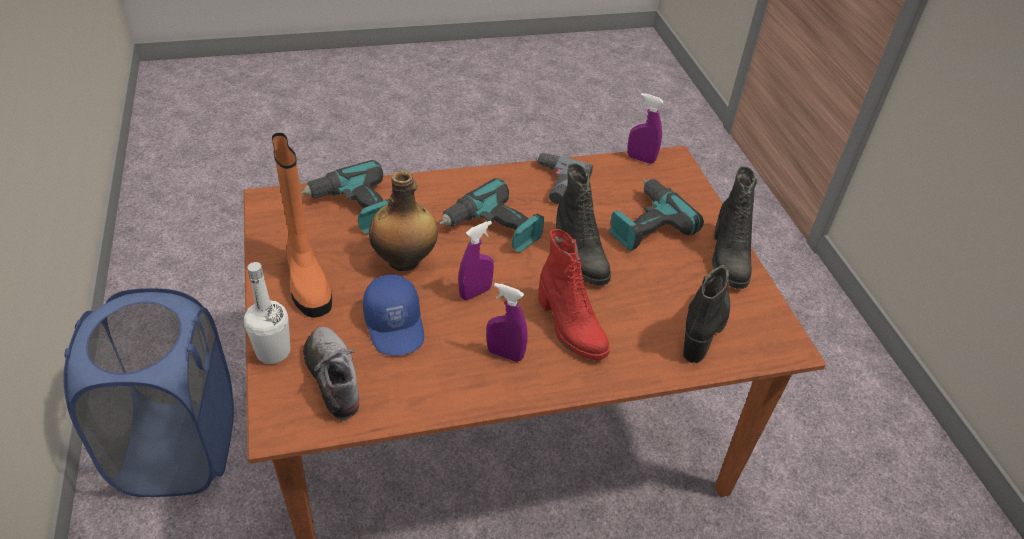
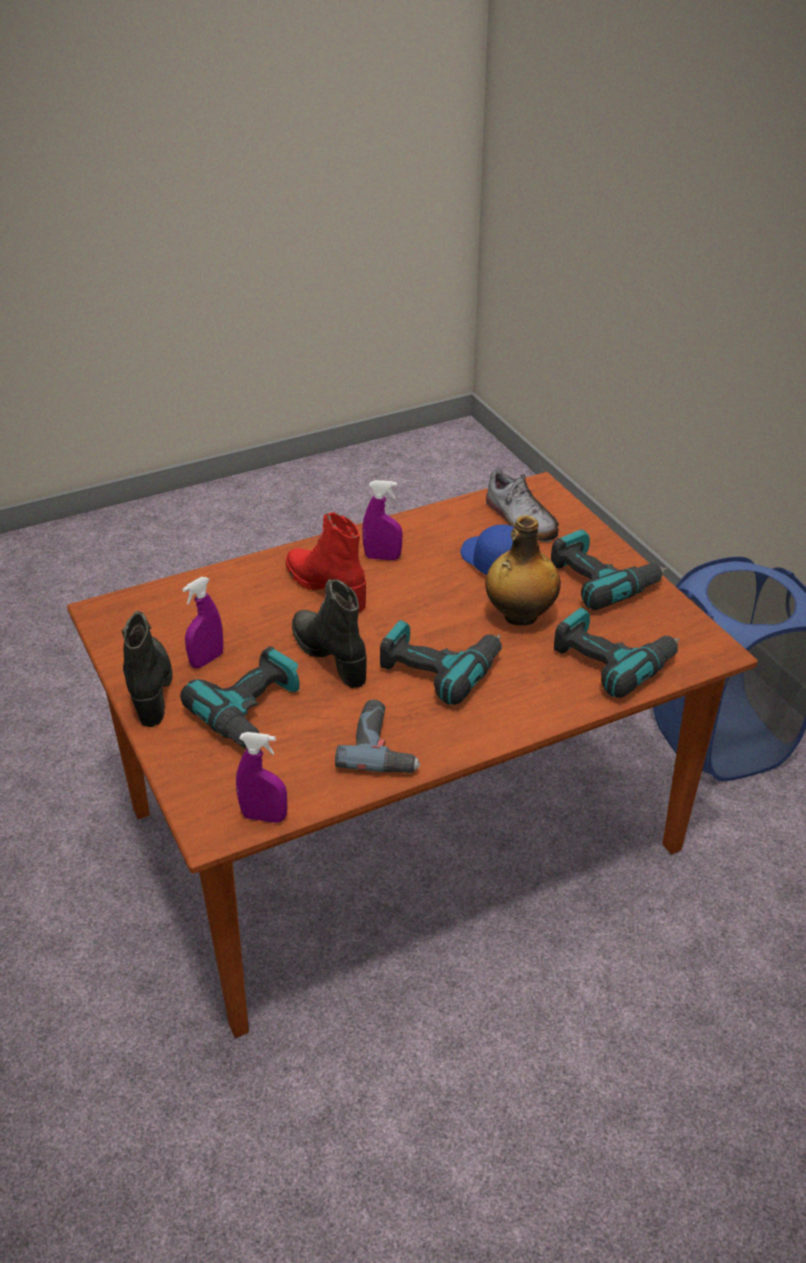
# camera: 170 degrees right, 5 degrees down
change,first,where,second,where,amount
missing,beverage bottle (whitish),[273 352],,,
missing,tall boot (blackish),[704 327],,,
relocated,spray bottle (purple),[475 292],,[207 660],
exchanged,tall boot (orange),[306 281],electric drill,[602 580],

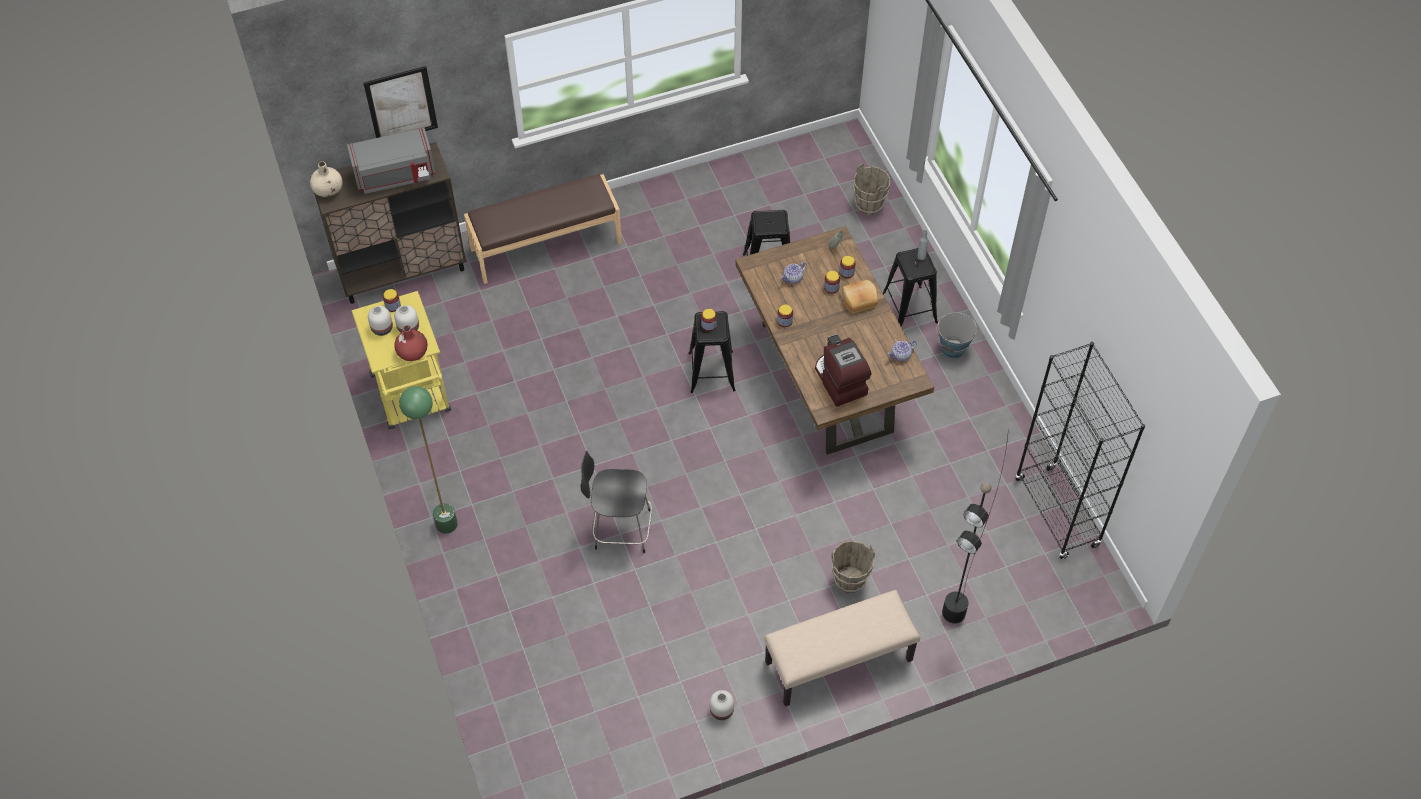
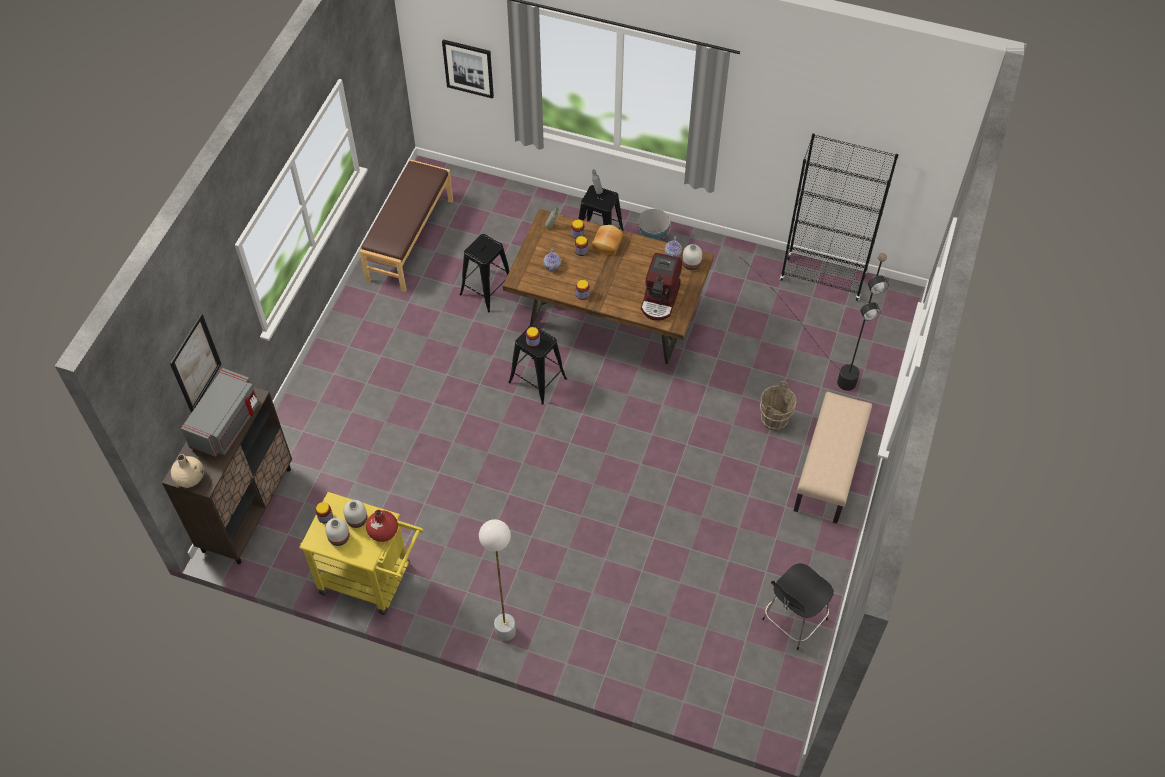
# camera: 50 degrees left, 0 degrees up
change,first,where,second,where,amount
missing,bucket (brown),[869 205],,,
appeared,,,wall picture,[468 68],
relocated,long seat (brown),[545 245],,[409 240],
relocated,chair (blackish),[620 529],,[793 621],
relocated,flower vase (whitish),[722 710],,[691 264],
colour,standing lamp (green-coloured),[446 524],standing lamp (whitish),[505 631],
spun,coffee brewer,[839 381],,[660 299],90 degrees counterclockwise

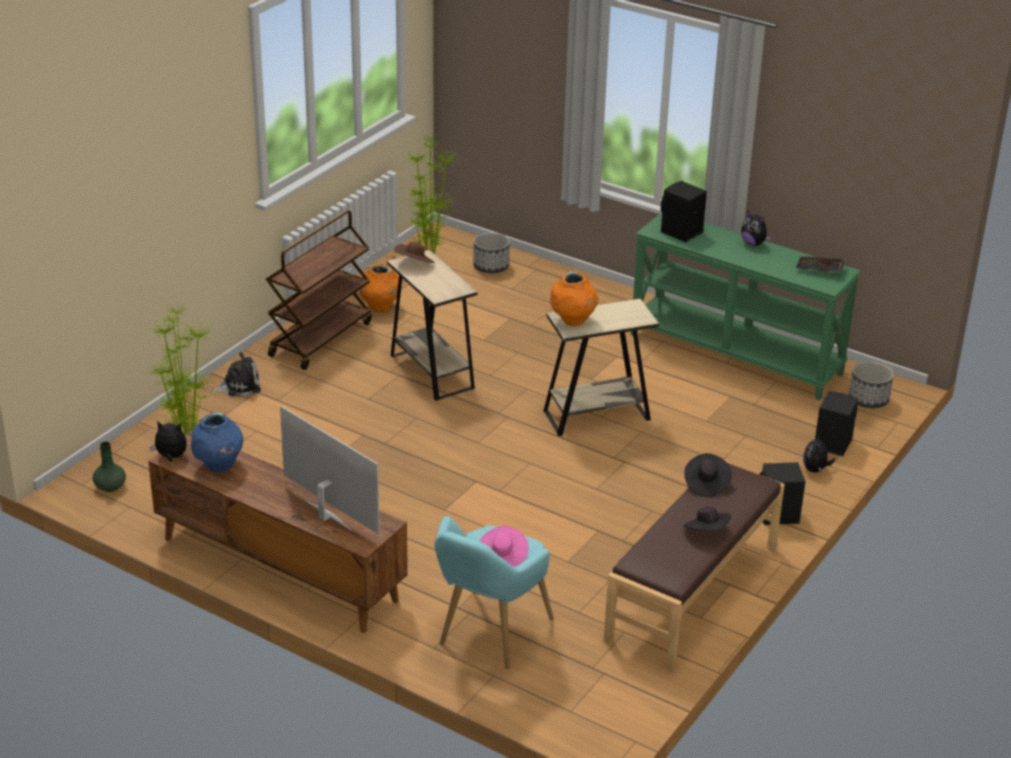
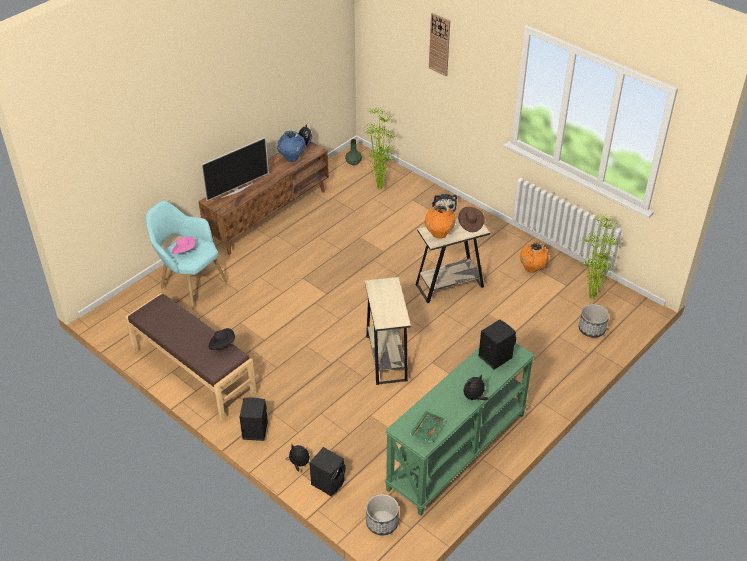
# camera: 100 degrees right, 10 degrees up
change,first,where,second,where,amount
missing,cart (brown),[320 338],,,
missing,clothing hat (blackish),[706 531],,,
appeared,,,hanging clock,[439 44],
relocated,flower vase (orange),[573 321],,[439 234],
colour,serving tray (blackish),[819 270],serving tray (green-coloured),[426 429],

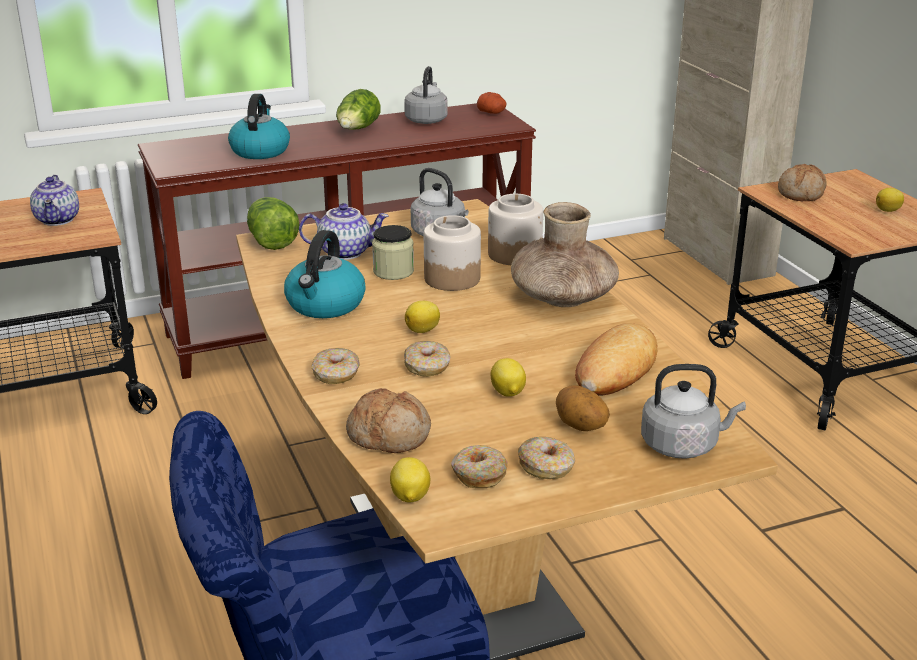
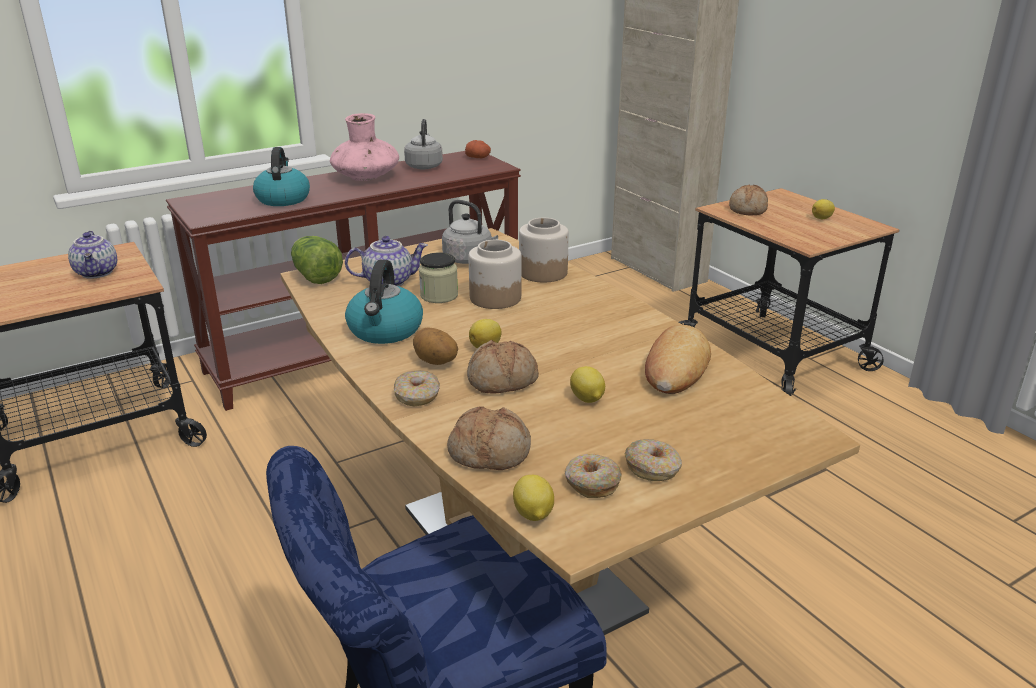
# camera: 10 degrees left, 0 degrees up
change,first,where,second,where,amount
missing,flower vase (brown),[563 298],,,
missing,tea kettle (gray),[683 445],,,
relocated,potato,[580 427],,[435 363],
exchanged,lettuce head,[357 130],flower vase (pink),[366 177],
exchanged,donut,[427 366],bread,[502 381],

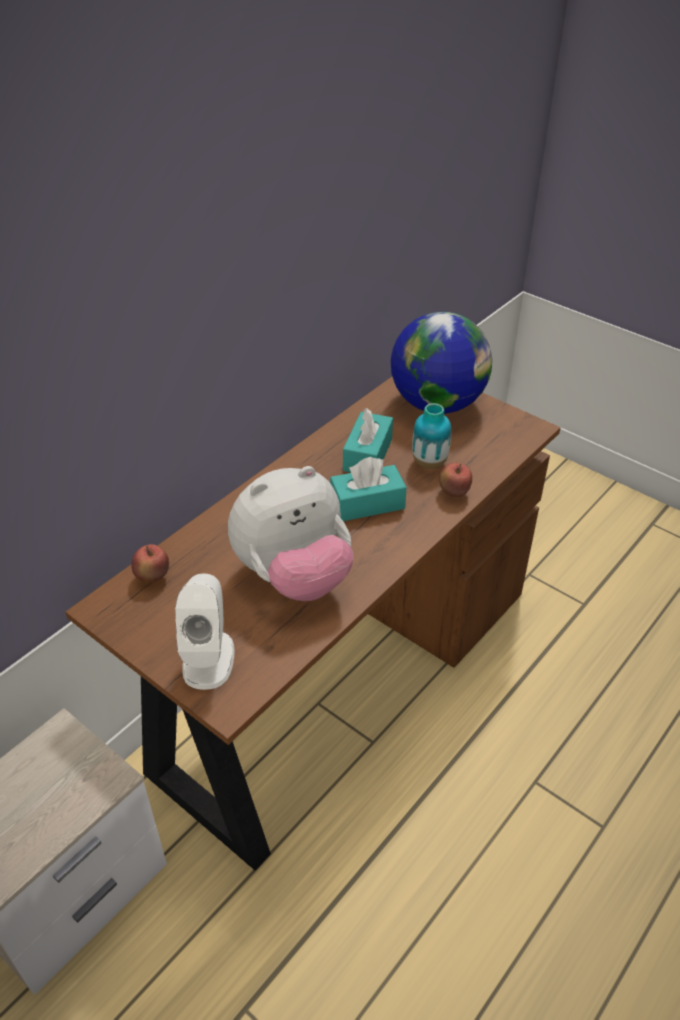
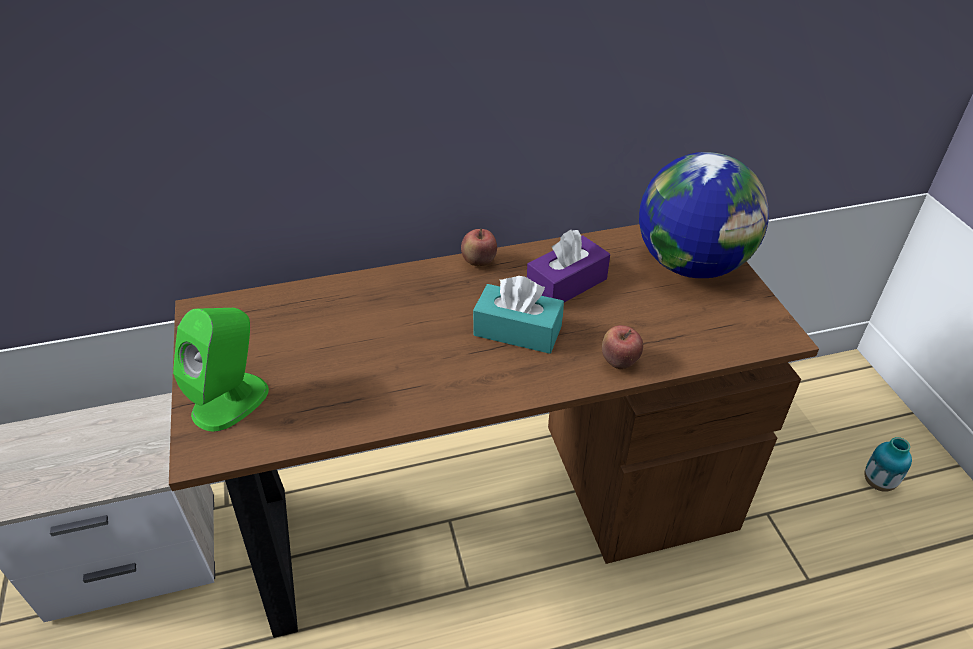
# camera: 35 degrees right, 0 degrees up
change,first,where,second,where,amount
missing,soft toy,[294 576],,,
relocated,apple,[153 577],,[479 263],
relocated,flower vase,[429 463],,[878 482],
colour,speaker (whitish),[208 658],speaker (green-coloured),[231 401],
colour,box of tissues (turquoise),[367 454],box of tissues (purple),[566 284],

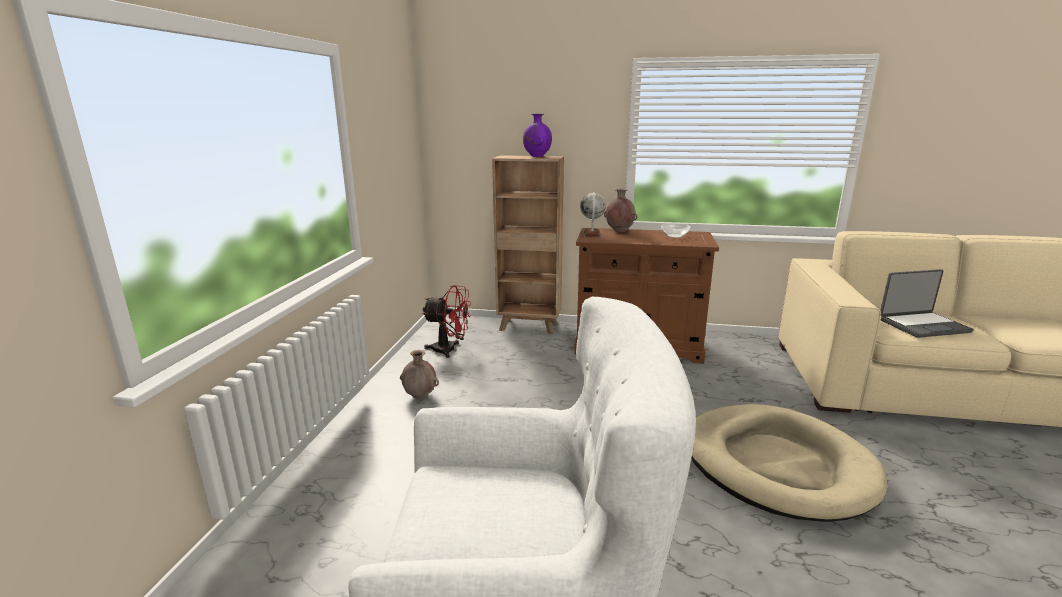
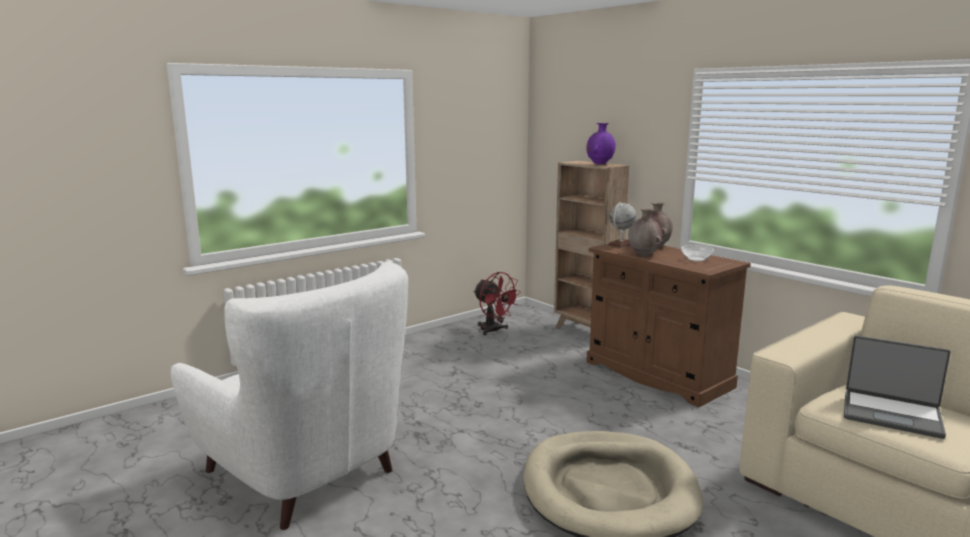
# camera: 40 degrees right, 5 degrees down
change,first,where,second,where,amount
relocated,flower vase (brown),[420 396],,[644 254],

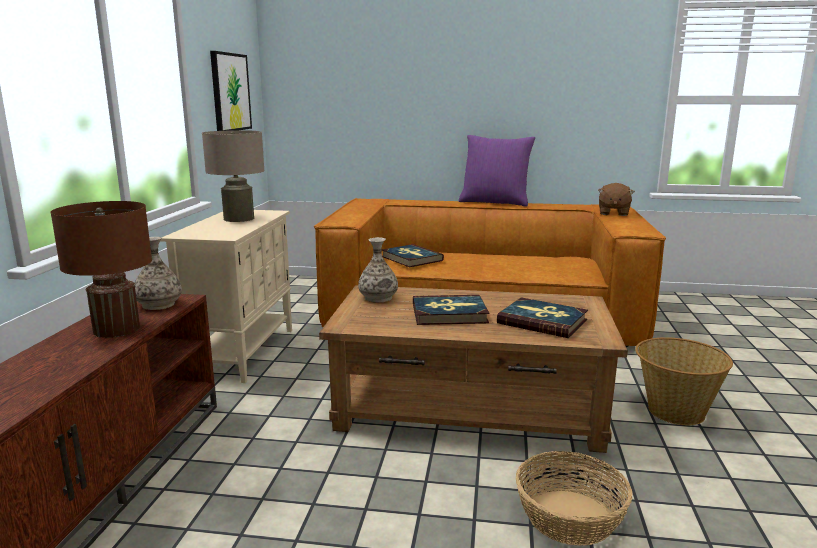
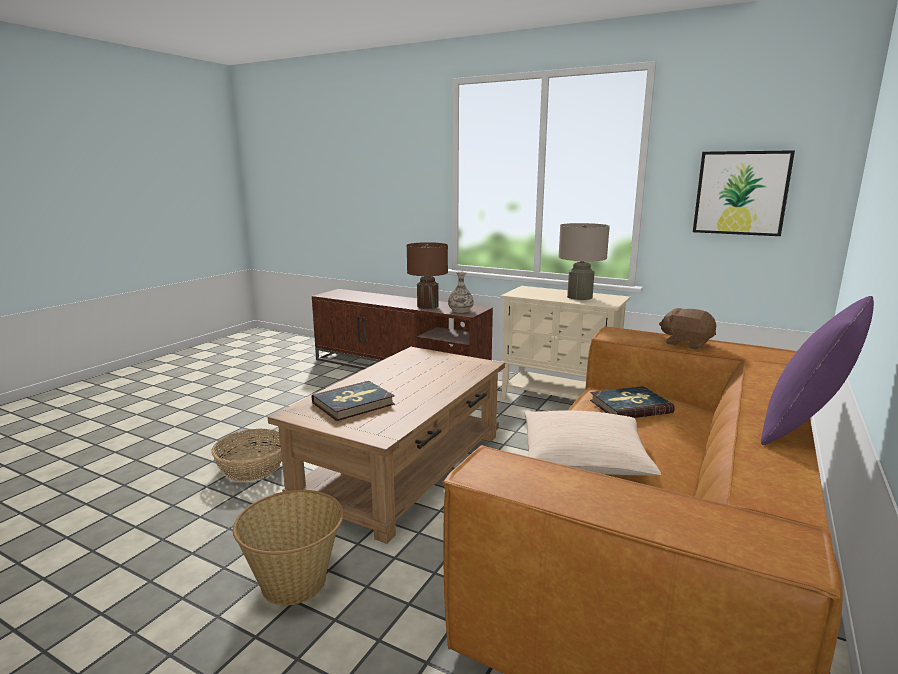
# camera: 110 degrees right, 0 degrees up
change,first,where,second,where,amount
missing,flower vase,[378 298],,,
missing,volume,[449 313],,,
appeared,,,throw pillow (beige-coloured),[584 459],
relocated,soft toy (brown),[613 213],,[686 344],

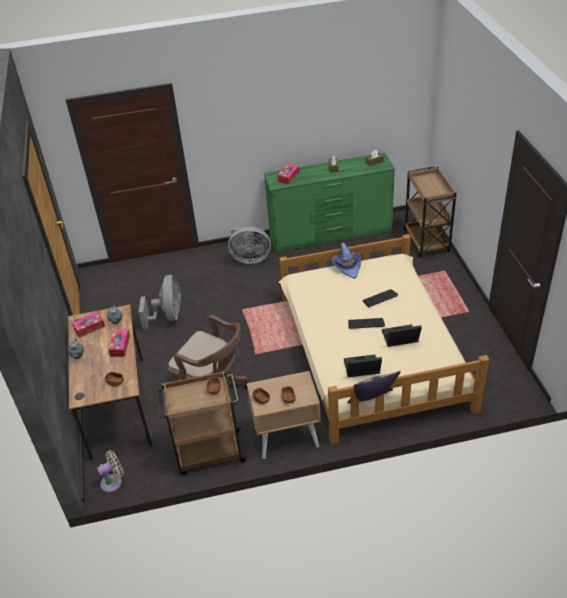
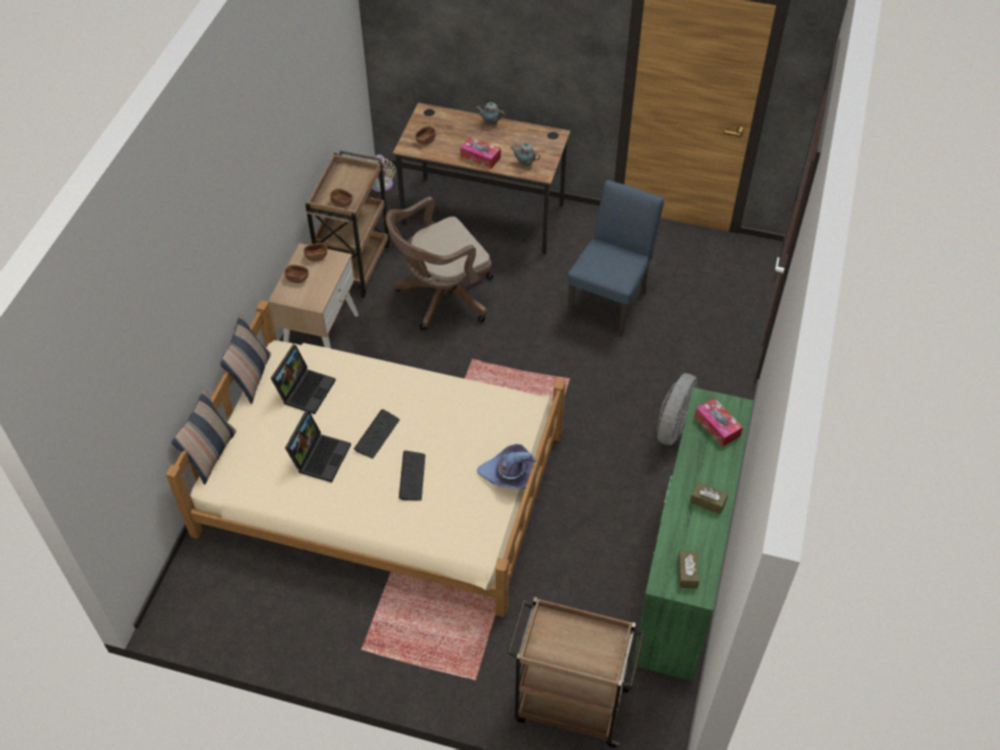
# camera: 115 degrees right, 10 degrees up
change,first,where,second,where,amount
missing,box of tissues,[89 328],,,
appeared,,,throw pillow,[211 455],
exchanged,cooling fan (gray),[168 316],chair (blue),[610 300],

